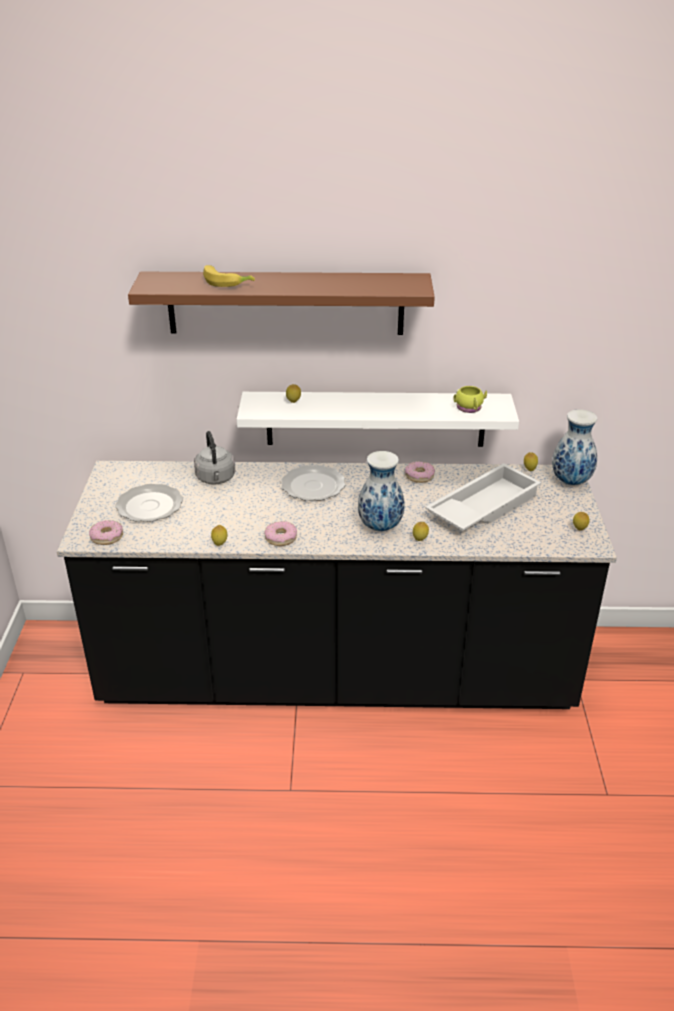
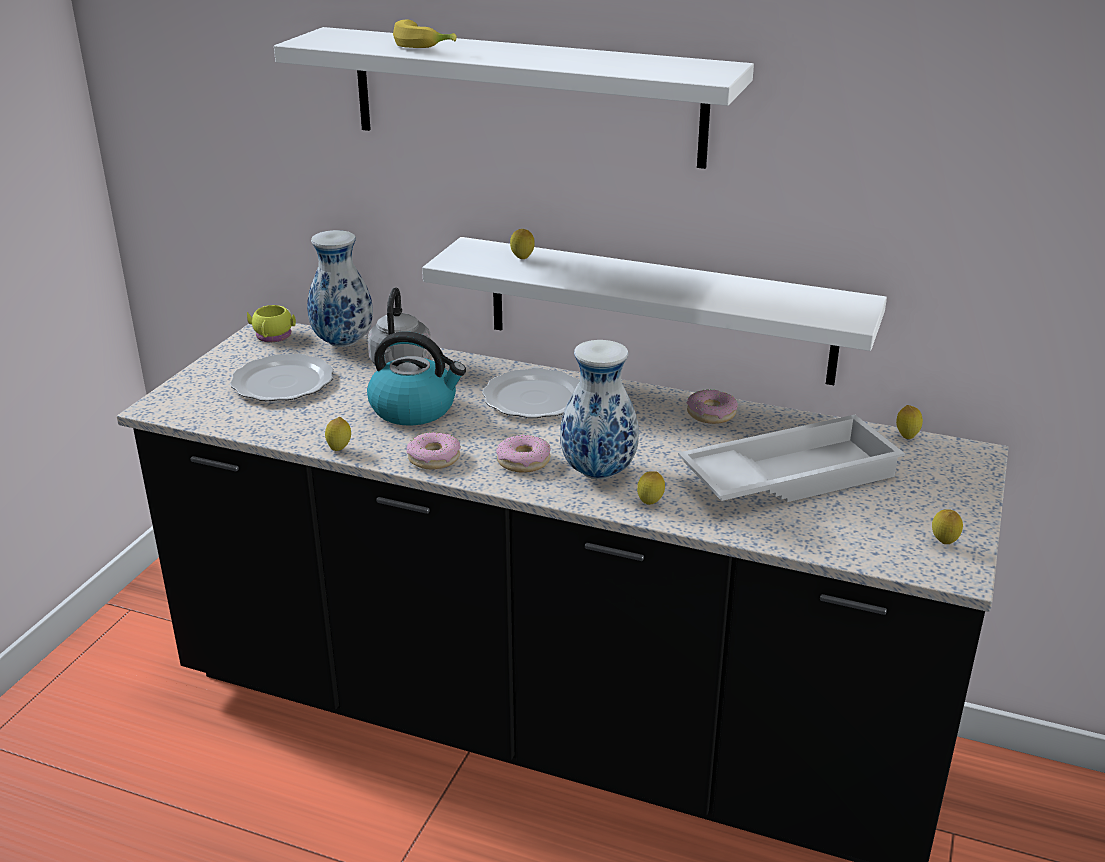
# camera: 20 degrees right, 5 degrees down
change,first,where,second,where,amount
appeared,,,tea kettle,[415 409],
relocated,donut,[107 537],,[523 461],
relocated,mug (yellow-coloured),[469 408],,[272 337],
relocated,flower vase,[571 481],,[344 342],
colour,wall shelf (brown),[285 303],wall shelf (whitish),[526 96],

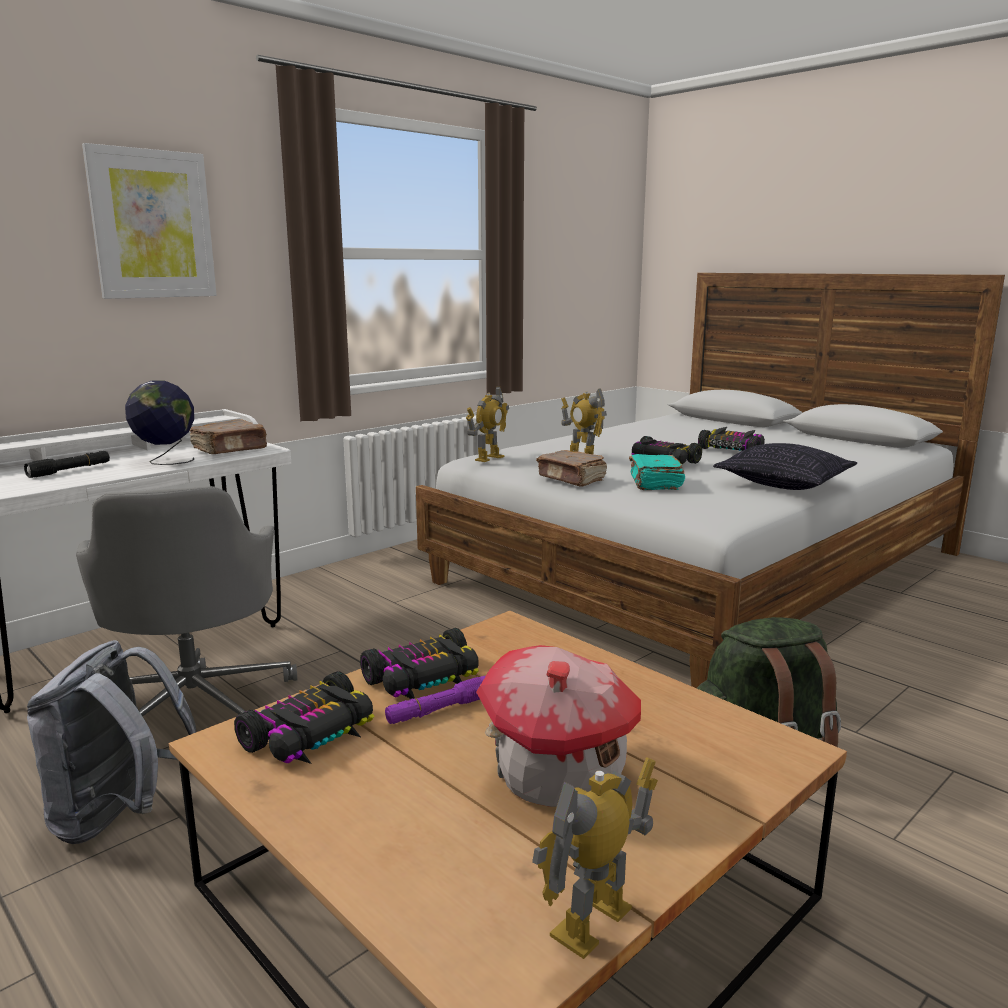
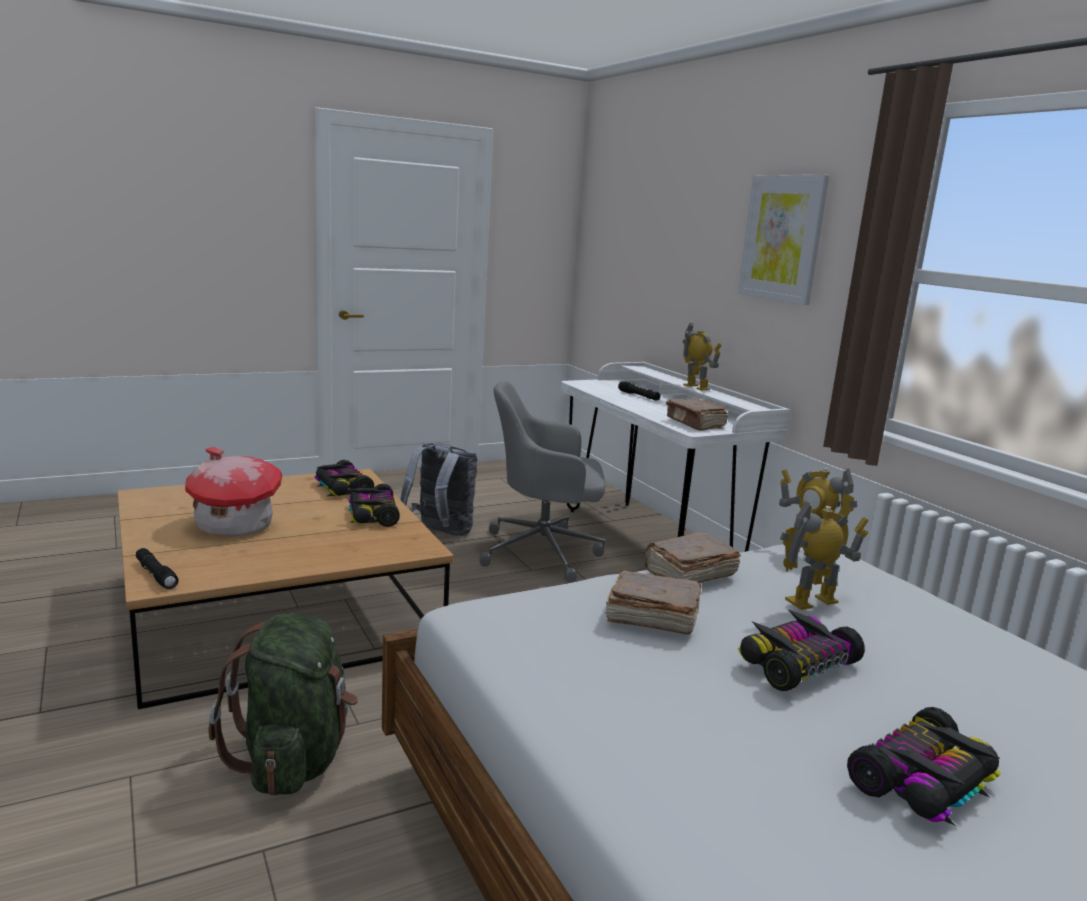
# camera: 105 degrees right, 0 degrees up
change,first,where,second,where,amount
missing,world globe,[165 461],,,
missing,flashlight (purple),[439 710],,,
missing,throw pillow,[784 483],,,
appeared,,,flashlight (blackish),[156 574],
relocated,robot figure,[593 924],,[696 387],
colour,volume (turquoise),[655 483],volume (brown),[651 618],

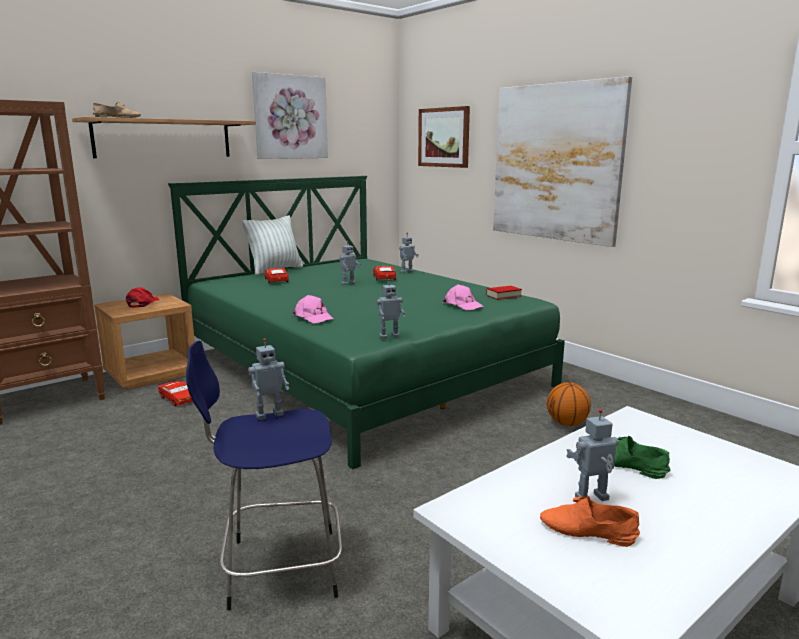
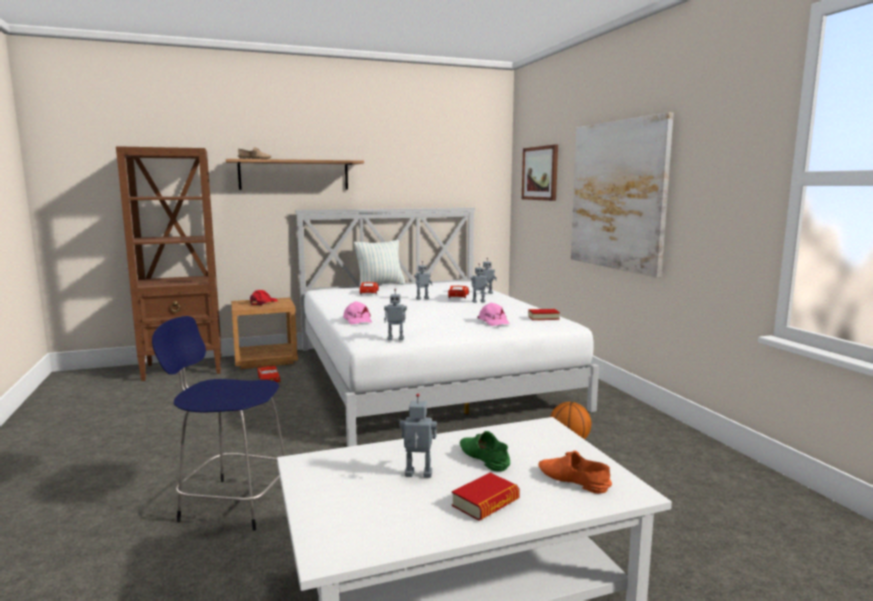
# camera: 20 degrees right, 5 degrees down
change,first,where,second,where,amount
missing,wall picture,[290 117],,,
appeared,,,volume,[485 503],
relocated,robot figure,[269 415],,[478 302],
relocated,low shoe (orange),[587 531],,[572 480],
colour,sleeping bed (green-coloured),[360 370],sleeping bed (whitish),[425 376],

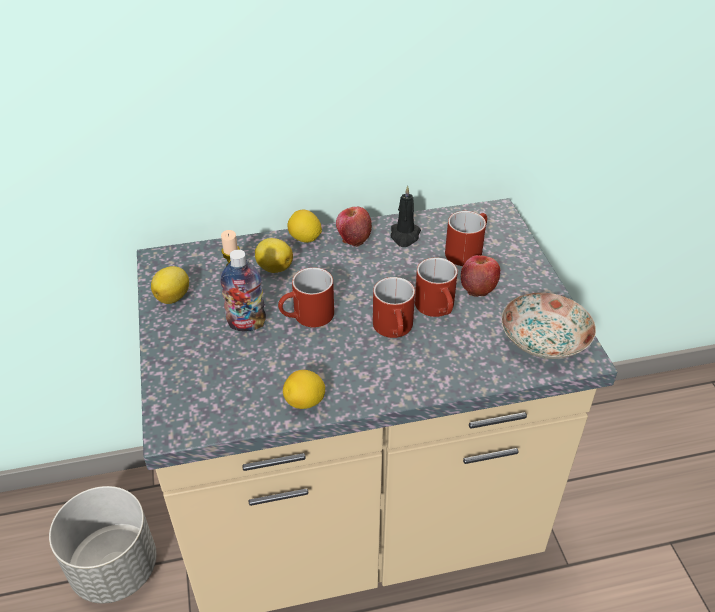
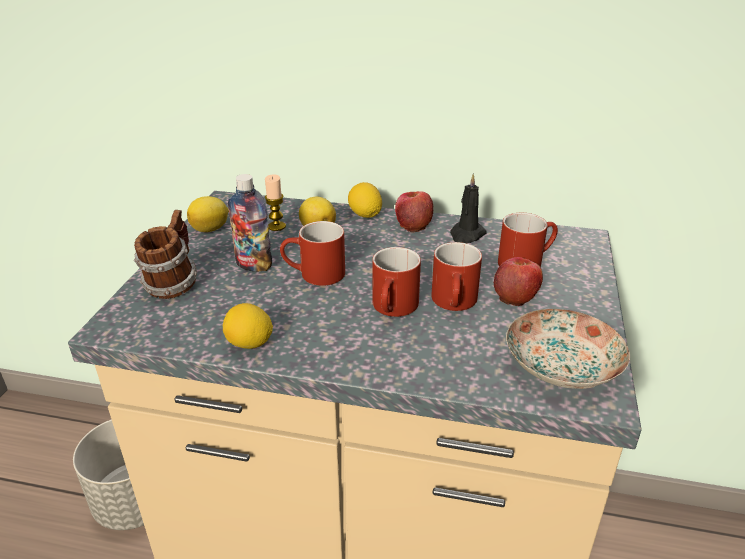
# camera: 25 degrees right, 10 degrees down
change,first,where,second,where,amount
appeared,,,mug,[172 284],

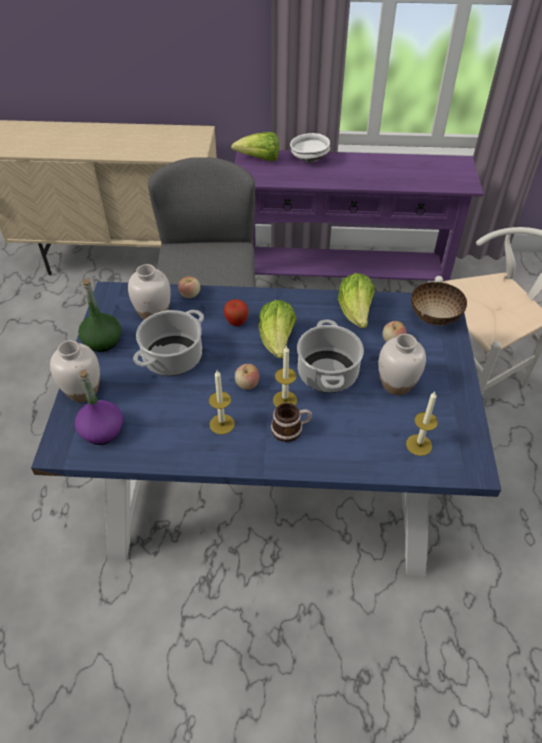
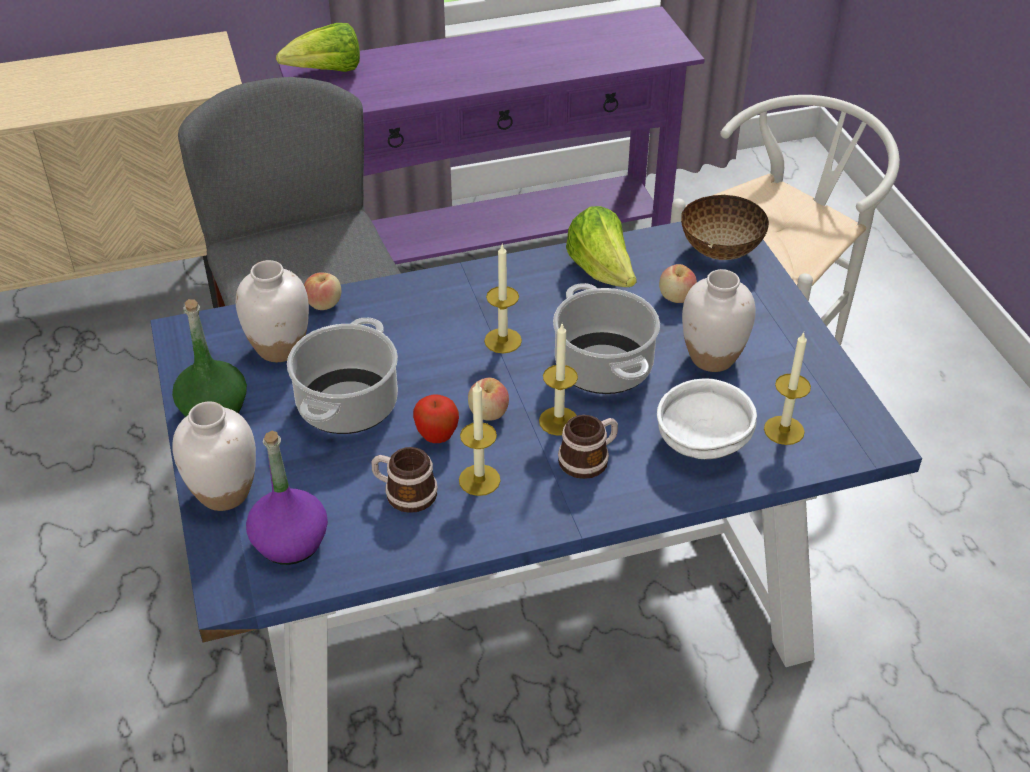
# camera: 20 degrees left, 5 degrees down
change,first,where,second,where,amount
appeared,,,mug,[404 492],
relocated,apple,[236 323],,[437 437],
relocated,deep dish (whitish),[309 158],,[701 442],
exchanged,lettuce head,[277 341],wax light,[503 340],

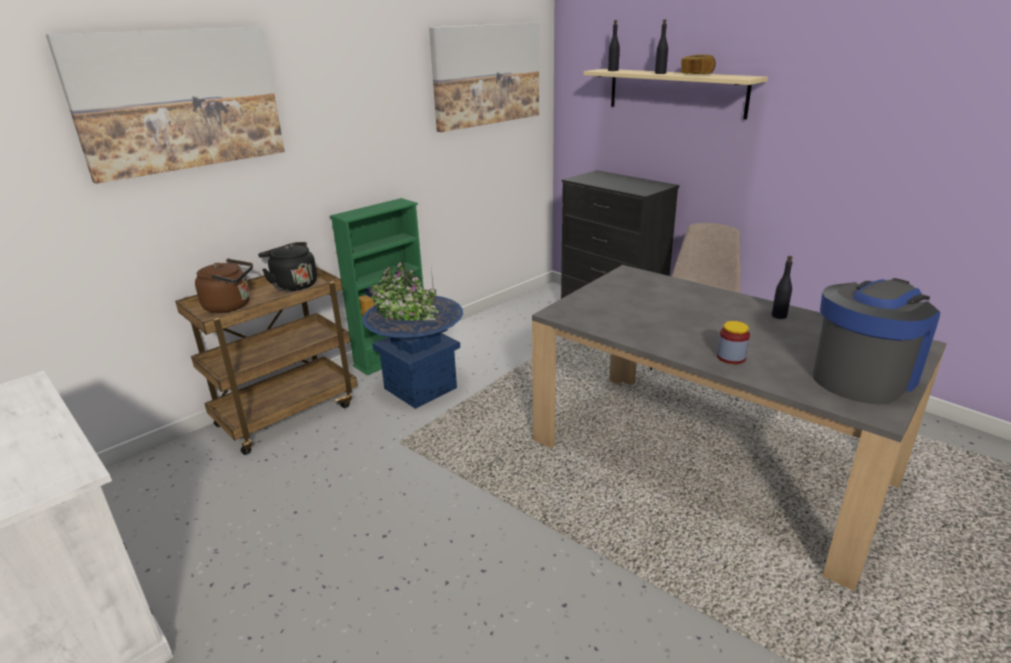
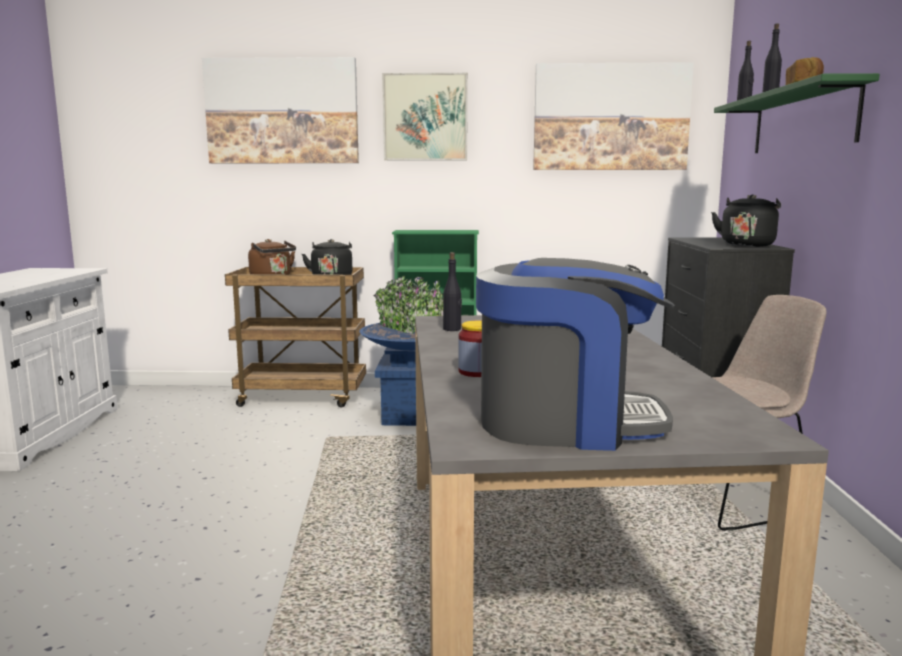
# camera: 45 degrees right, 15 degrees down
change,first,where,second,where,amount
appeared,,,wall picture,[425 117],
appeared,,,tea kettle (blackish),[747 245],
relocated,beverage bottle (blackish),[779 316],,[452 329],
colour,wall shelf (beige-coloured),[675 92],wall shelf (green-coloured),[802 121],

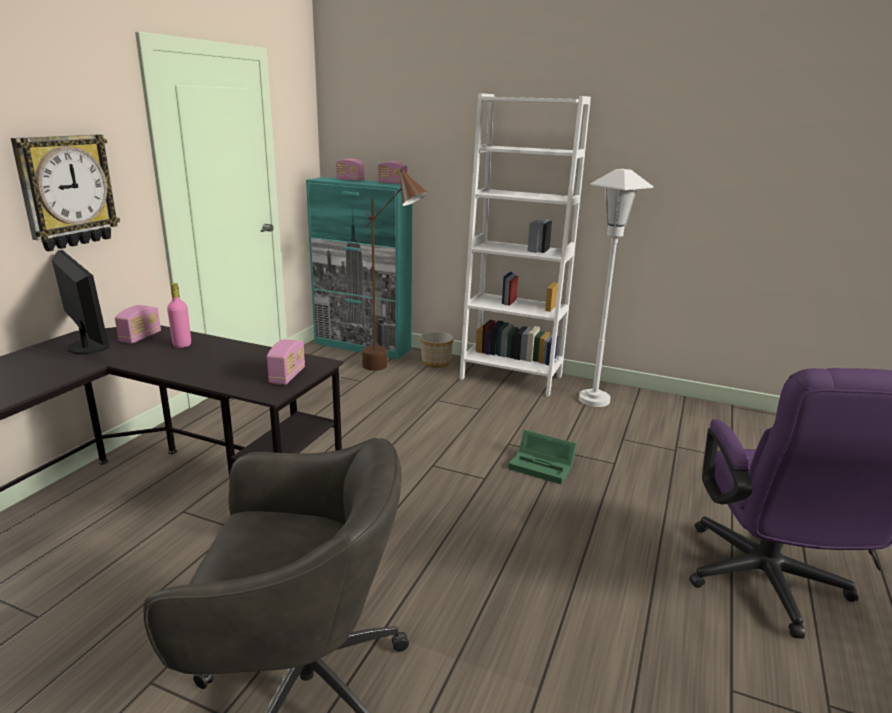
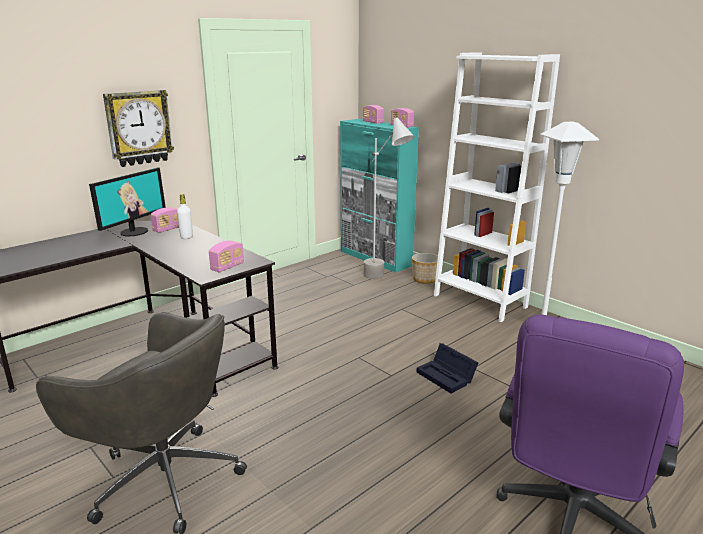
# camera: 25 degrees right, 0 degrees up
change,first,where,second,where,amount
colour,beverage bottle (pink),[182 345],beverage bottle (whitish),[186 237],
colour,standing lamp (brown),[392 370],standing lamp (gray),[384 280],
colour,storage bin (green-coloured),[543 466],storage bin (blackish),[447 377],
spun,computer display,[88 347],,[134 232],45 degrees clockwise

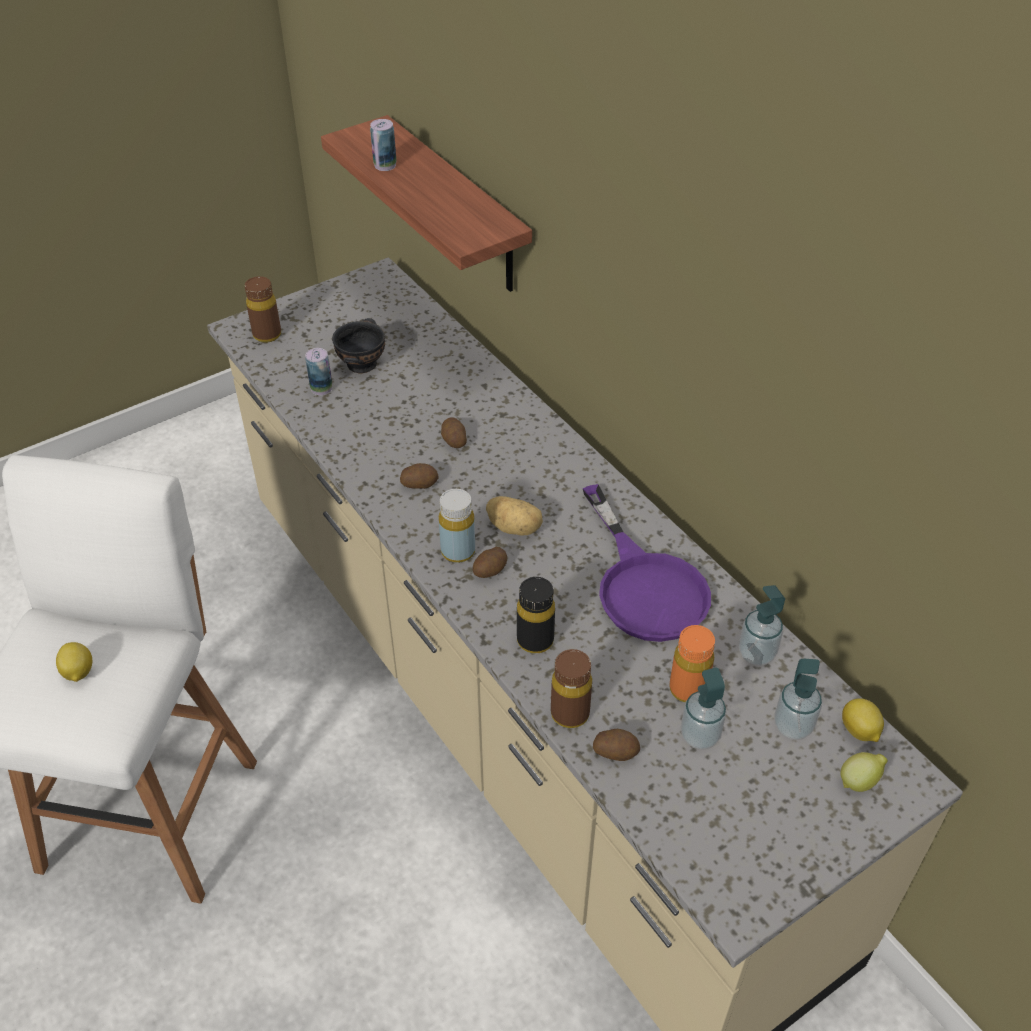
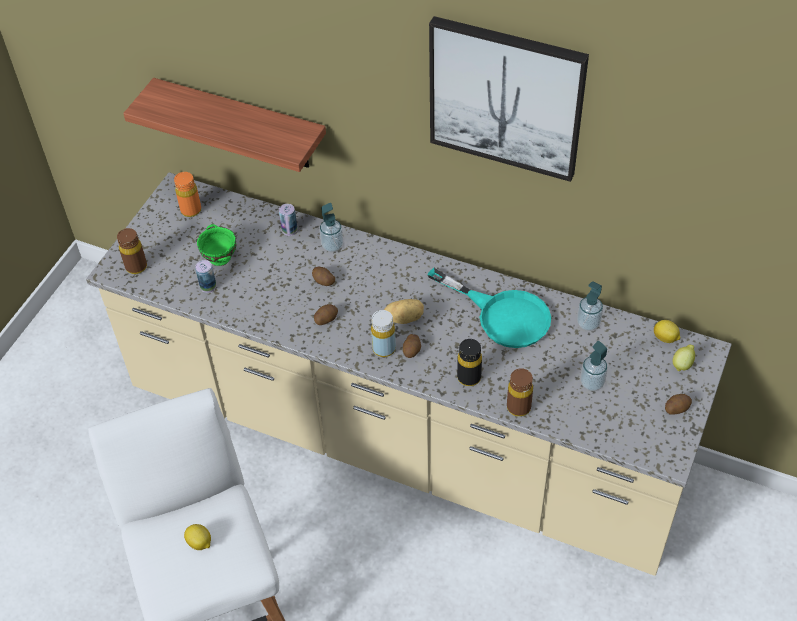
# camera: 30 degrees left, 5 degrees up
change,first,where,second,where,amount
appeared,,,wall picture,[506 97],
relocated,metal can,[385 165],,[289 230],
relocated,potato,[615 751],,[676 408],
relocated,beverage bottle (orange),[688 689],,[191 210],
relocated,soap bottle,[792 726],,[332 245],
colour,deep dish (blackish),[363 363],deep dish (green-coloured),[220 257],
colour,skillet (purple),[644 585],skillet (turquoise),[502 315],

